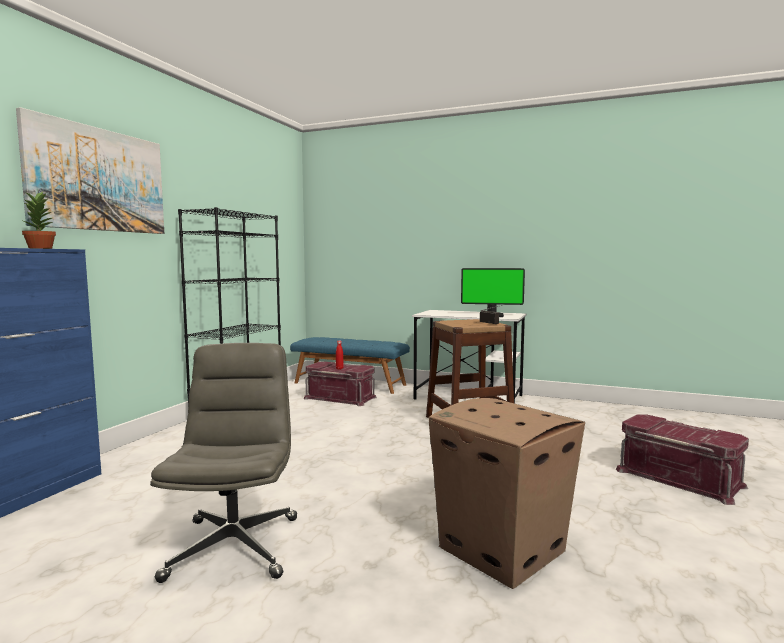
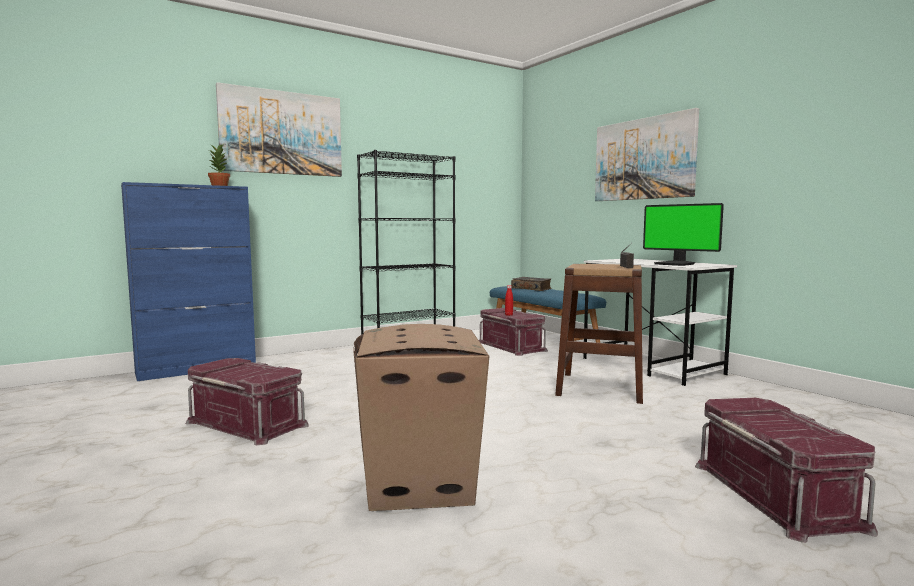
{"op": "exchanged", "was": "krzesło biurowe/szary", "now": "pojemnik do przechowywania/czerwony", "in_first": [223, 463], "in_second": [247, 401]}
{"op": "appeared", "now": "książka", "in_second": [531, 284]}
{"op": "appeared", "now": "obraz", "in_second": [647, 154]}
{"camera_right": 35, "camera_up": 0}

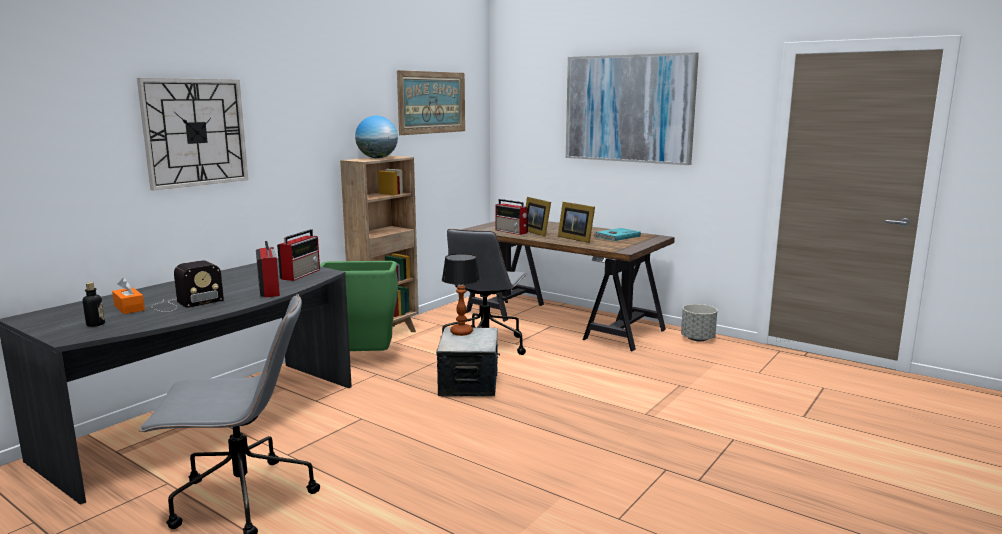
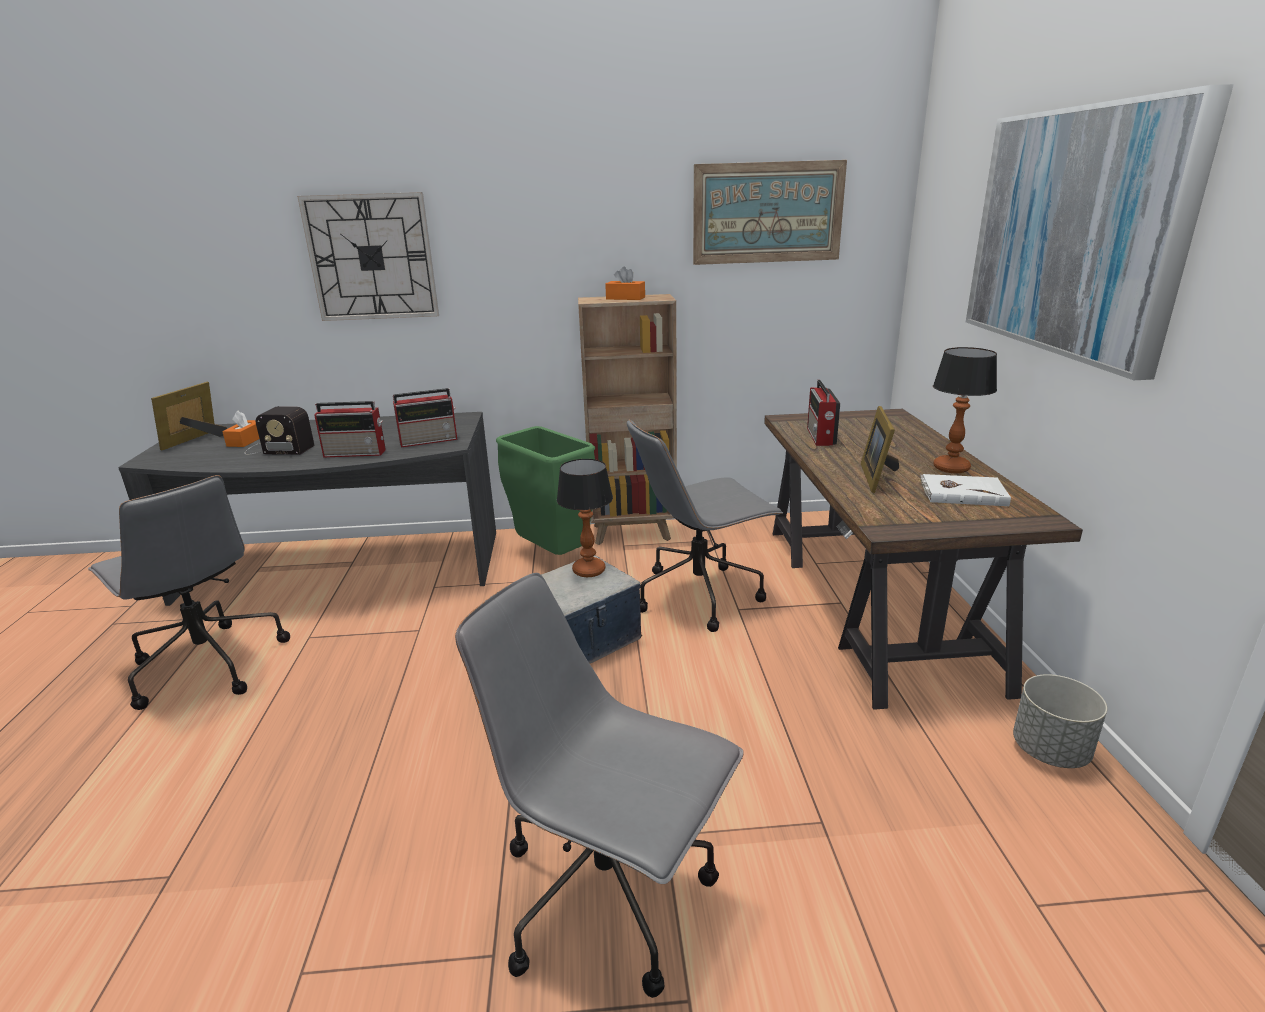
{"op": "relocated", "was": "ramka na zdjęcie", "in_first": [538, 217], "in_second": [189, 416]}
{"op": "spun", "was": "radio", "in_first": [268, 269], "in_second": [350, 429], "clockwise": 60}
{"op": "appeared", "now": "krzesło biurowe/szary", "in_second": [599, 785]}
{"op": "exchanged", "was": "globus", "now": "pudełko chusteczek/pomarańczowy", "in_first": [376, 137], "in_second": [625, 283]}
{"op": "colour", "was": "książka/turkusowy", "now": "książka/biały", "in_first": [618, 234], "in_second": [965, 490]}
{"op": "appeared", "now": "lampa stołowa", "in_second": [965, 410]}
{"op": "missing", "was": "butelka", "in_first": [94, 304]}
{"camera_right": 50, "camera_up": 10}

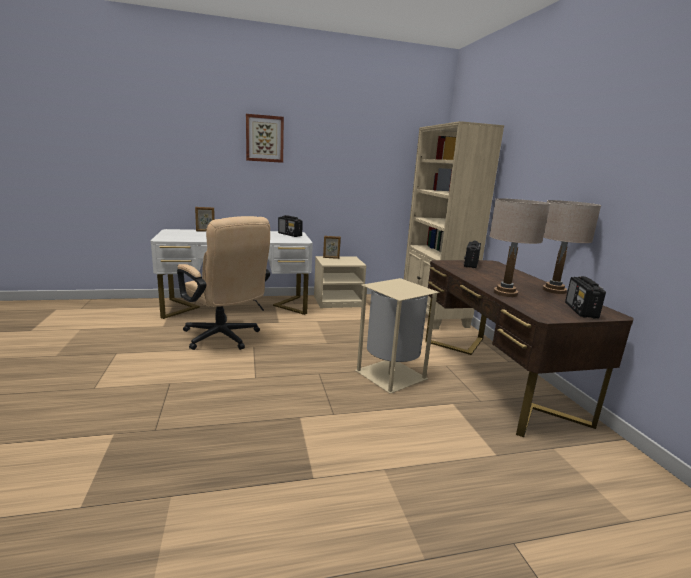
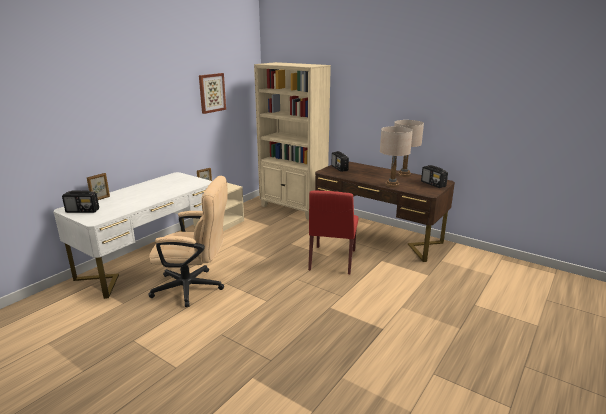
{"op": "relocated", "was": "radio", "in_first": [290, 226], "in_second": [80, 201]}
{"op": "relocated", "was": "obraz", "in_first": [265, 138], "in_second": [212, 93]}
{"op": "exchanged", "was": "kosz na śmieci/beżowy", "now": "krzesło/czerwony", "in_first": [397, 336], "in_second": [333, 233]}
{"camera_right": -40, "camera_up": 5}

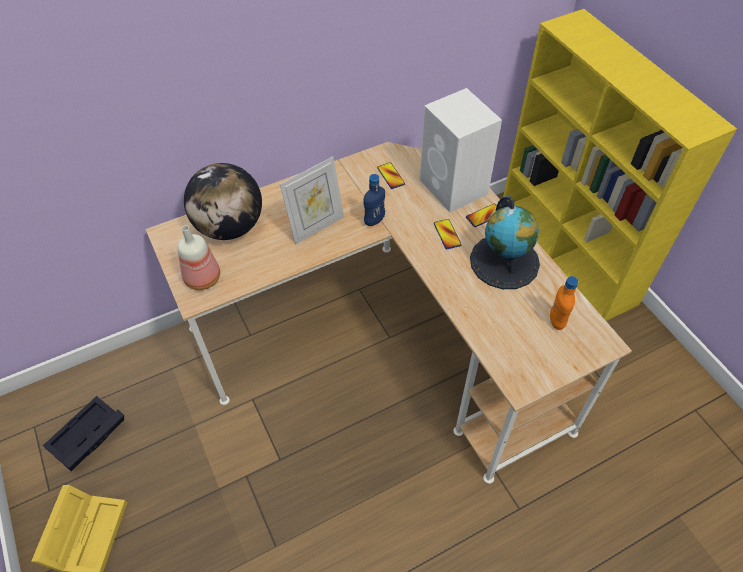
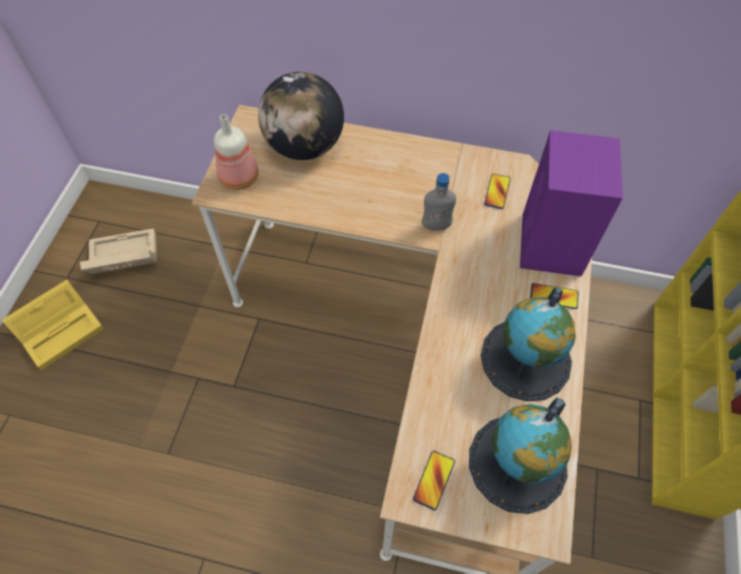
{"op": "colour", "was": "pojemnik do przechowywania/czarny", "now": "pojemnik do przechowywania/beżowy", "in_first": [83, 433], "in_second": [118, 251]}
{"op": "relocated", "was": "telefon", "in_first": [447, 234], "in_second": [434, 481]}
{"op": "colour", "was": "butelka/niebieski", "now": "butelka/szary", "in_first": [374, 200], "in_second": [439, 202]}
{"op": "exchanged", "was": "butelka/pomarańczowy", "now": "globus", "in_first": [564, 303], "in_second": [520, 456]}
{"op": "colour", "was": "głośnik/biały", "now": "głośnik/fioletowy", "in_first": [461, 150], "in_second": [571, 203]}
{"op": "missing", "was": "ramka na zdjęcie", "in_first": [312, 200]}
{"camera_right": 40, "camera_up": 5}

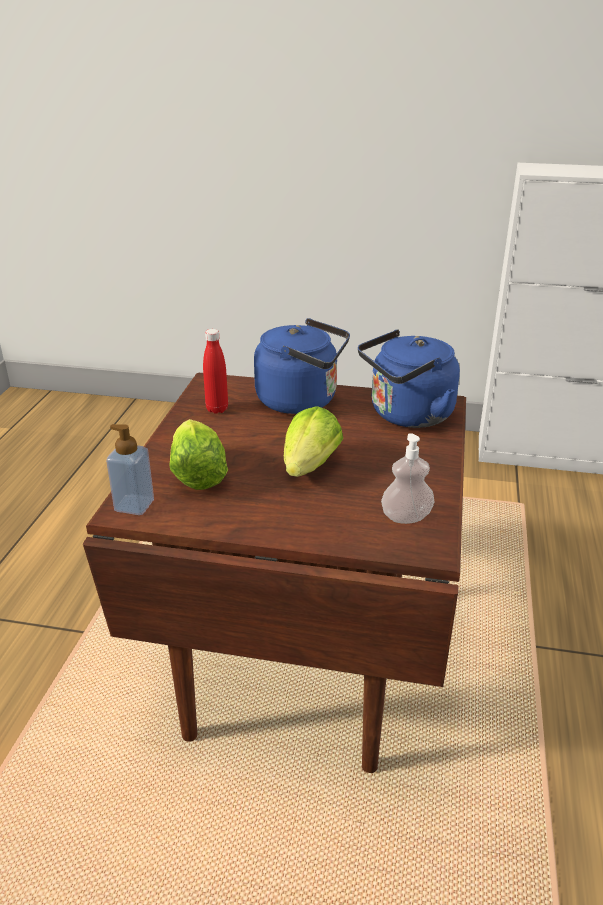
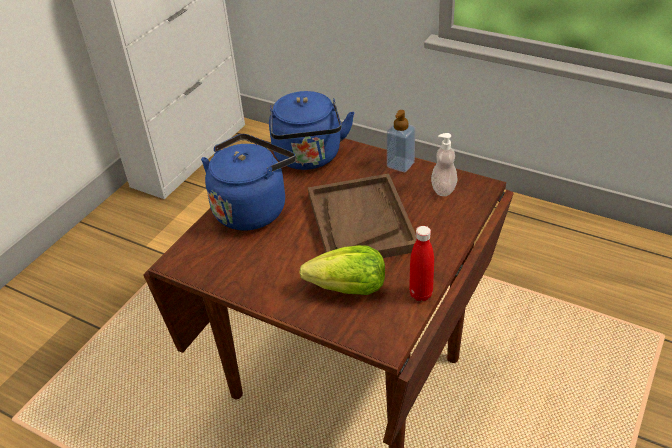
{"op": "exchanged", "was": "sałata", "now": "taca/brązowy", "in_first": [313, 441], "in_second": [362, 216]}
{"op": "relocated", "was": "dozownik mydła", "in_first": [130, 469], "in_second": [401, 141]}
{"op": "relocated", "was": "butelka/czerwony", "in_first": [215, 371], "in_second": [421, 263]}
{"camera_right": -70, "camera_up": 10}

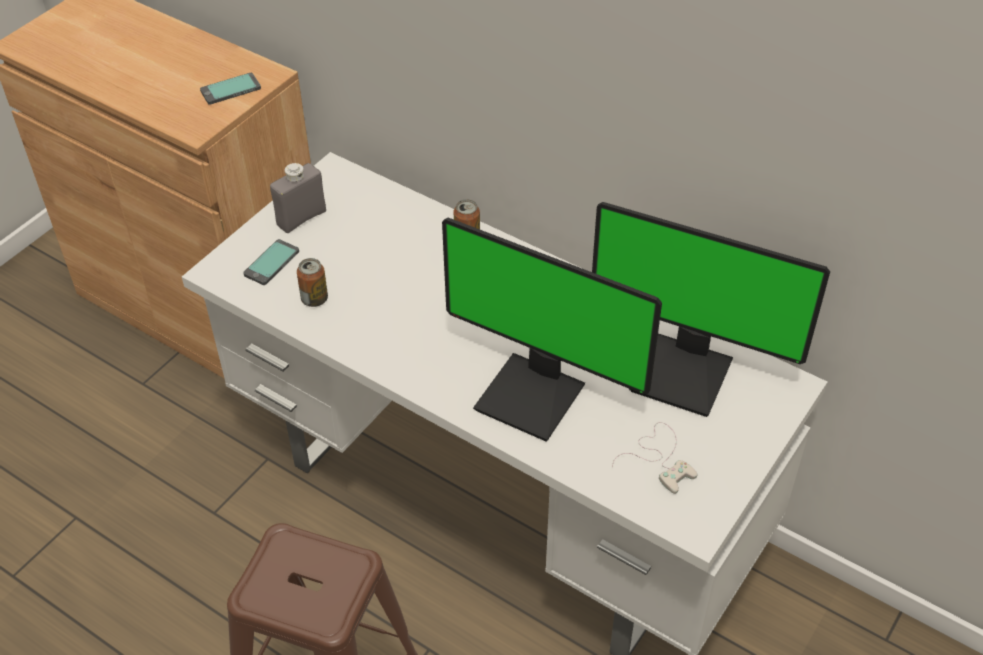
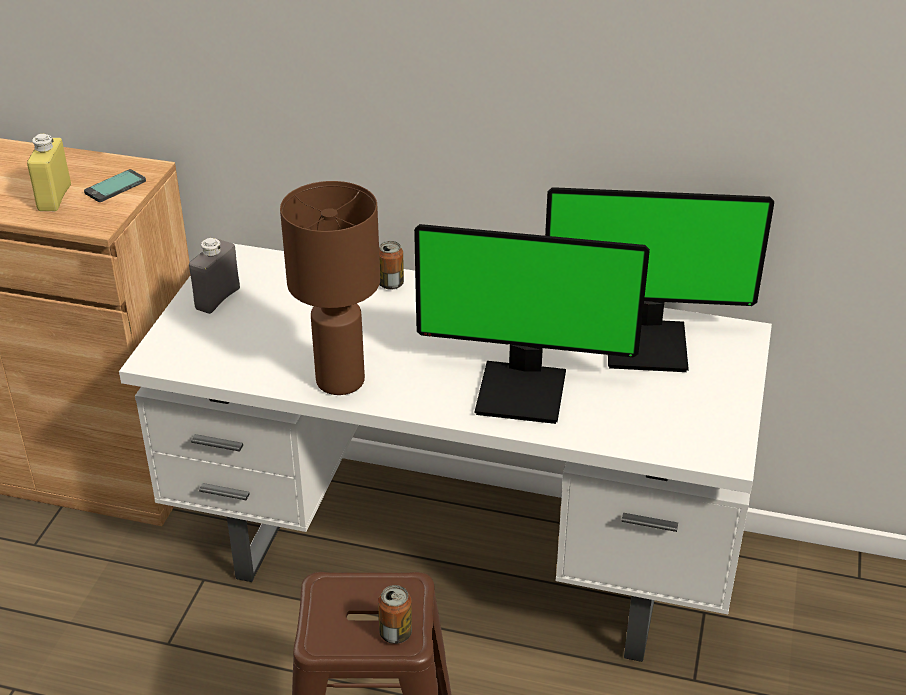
{"op": "appeared", "now": "butelka/żółty", "in_second": [49, 172]}
{"op": "appeared", "now": "lampa stołowa/brązowy", "in_second": [330, 288]}
{"op": "relocated", "was": "puszka", "in_first": [312, 282], "in_second": [395, 614]}
{"op": "missing", "was": "telefon", "in_first": [271, 262]}
{"op": "missing", "was": "pad do gier/biały", "in_first": [654, 458]}
{"camera_right": -20, "camera_up": -10}

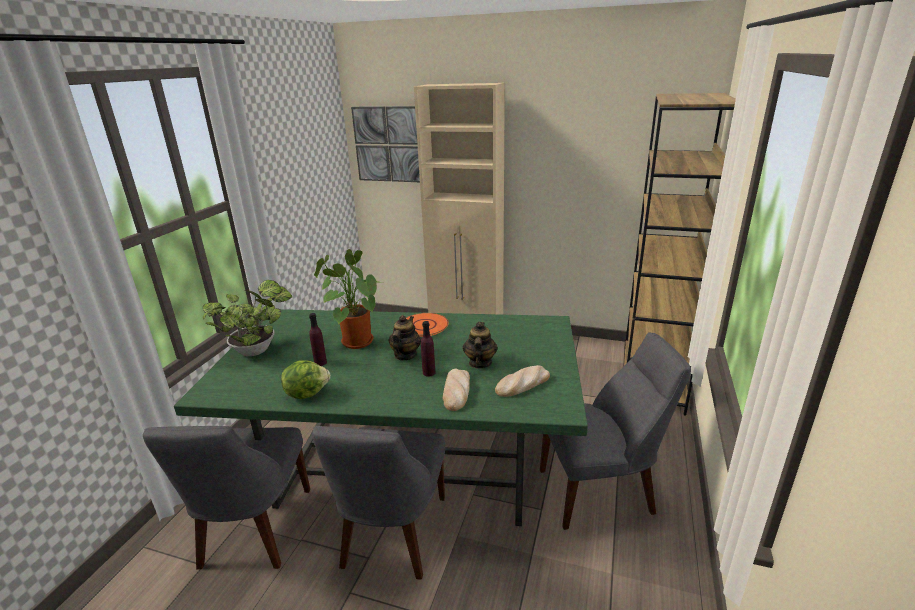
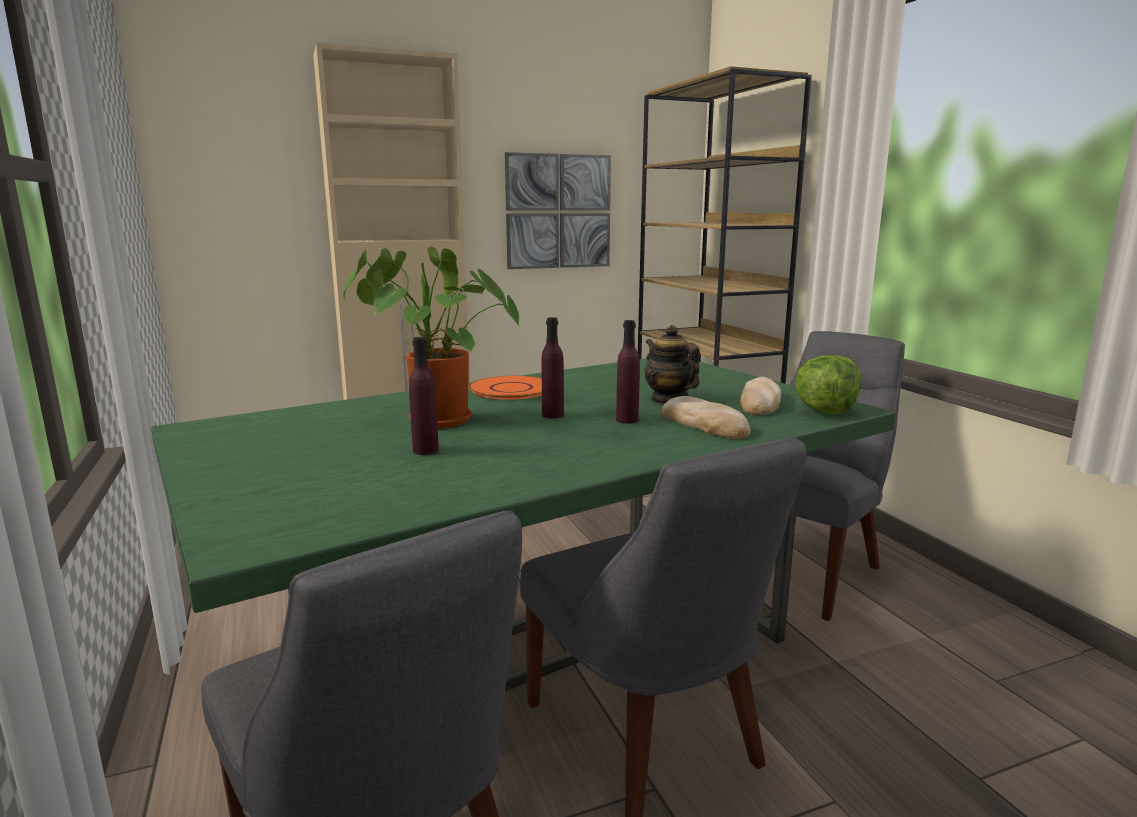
{"op": "relocated", "was": "obraz", "in_first": [385, 144], "in_second": [558, 210]}
{"op": "exchanged", "was": "imbryk", "now": "butelka/fioletowy", "in_first": [405, 337], "in_second": [553, 368]}
{"op": "relocated", "was": "sałata", "in_first": [305, 380], "in_second": [828, 384]}
{"op": "missing", "was": "roślina doniczkowa", "in_first": [247, 318]}
{"camera_right": -40, "camera_up": -10}

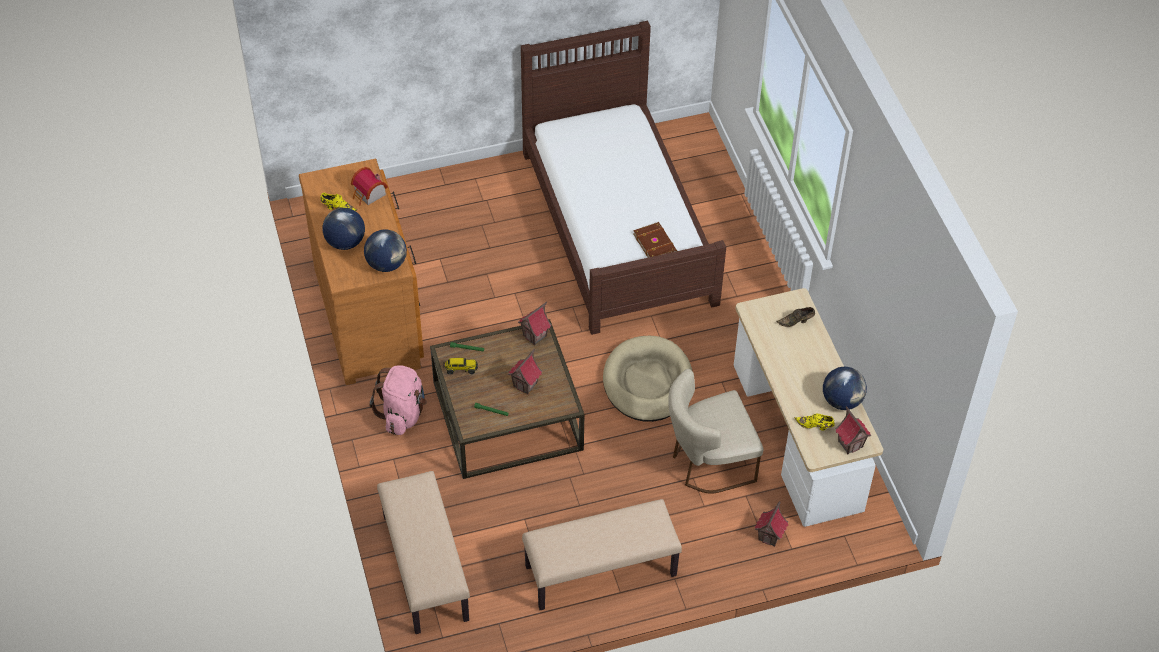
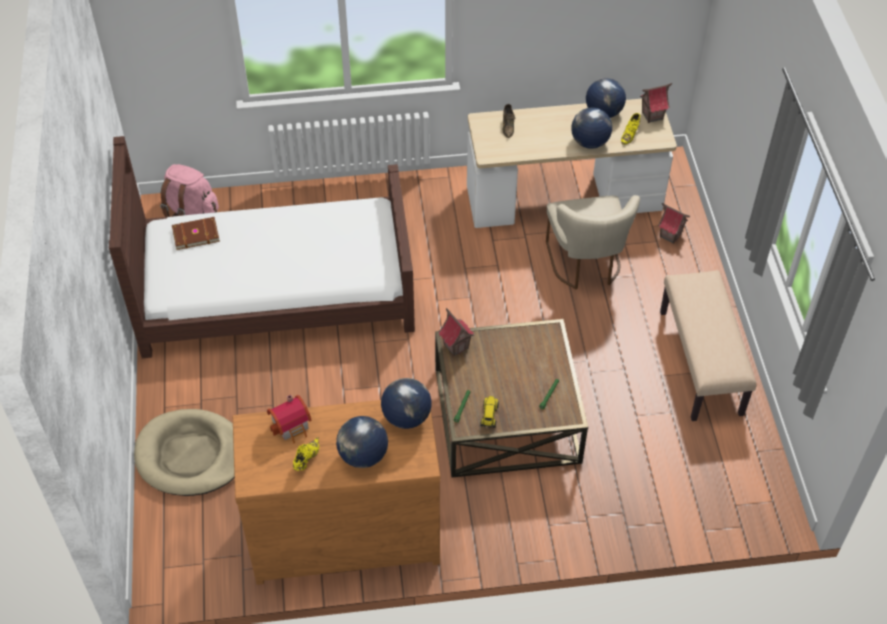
{"op": "relocated", "was": "legowisko/beżowy", "in_first": [647, 379], "in_second": [184, 452]}
{"op": "relocated", "was": "plecak/różowy", "in_first": [398, 400], "in_second": [189, 190]}
{"op": "relocated", "was": "książka/brązowy", "in_first": [655, 240], "in_second": [196, 233]}
{"op": "appeared", "now": "globus", "in_second": [591, 128]}
{"op": "missing", "was": "ławka/beżowy", "in_first": [423, 552]}
{"op": "missing", "was": "domek", "in_first": [525, 372]}
{"camera_right": -80, "camera_up": 0}

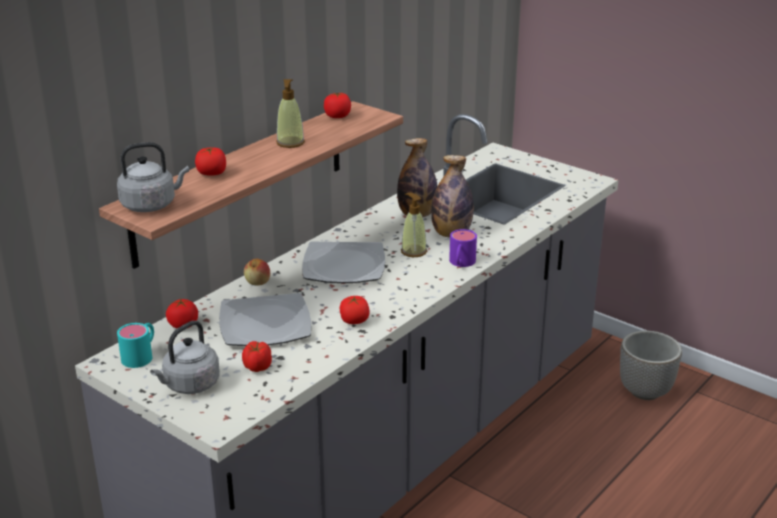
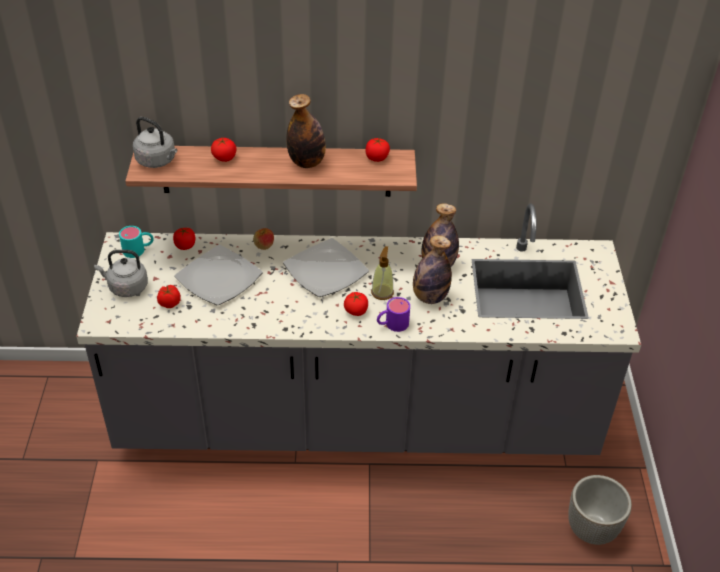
{"op": "exchanged", "was": "dozownik mydła", "now": "butelka", "in_first": [290, 113], "in_second": [306, 131]}
{"op": "relocated", "was": "pomidor", "in_first": [354, 310], "in_second": [356, 304]}
{"camera_right": 50, "camera_up": 15}

